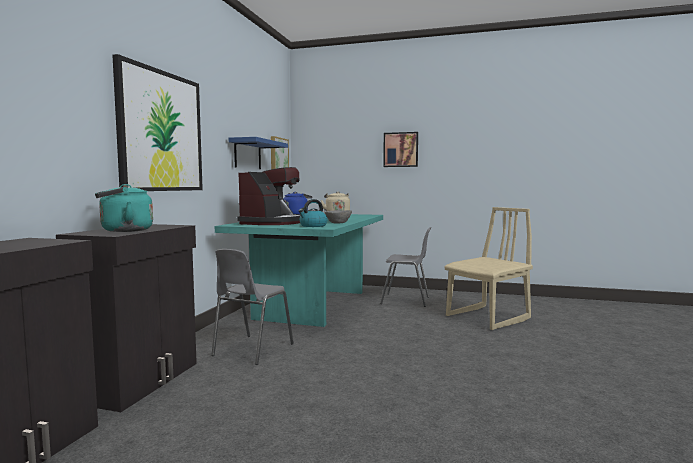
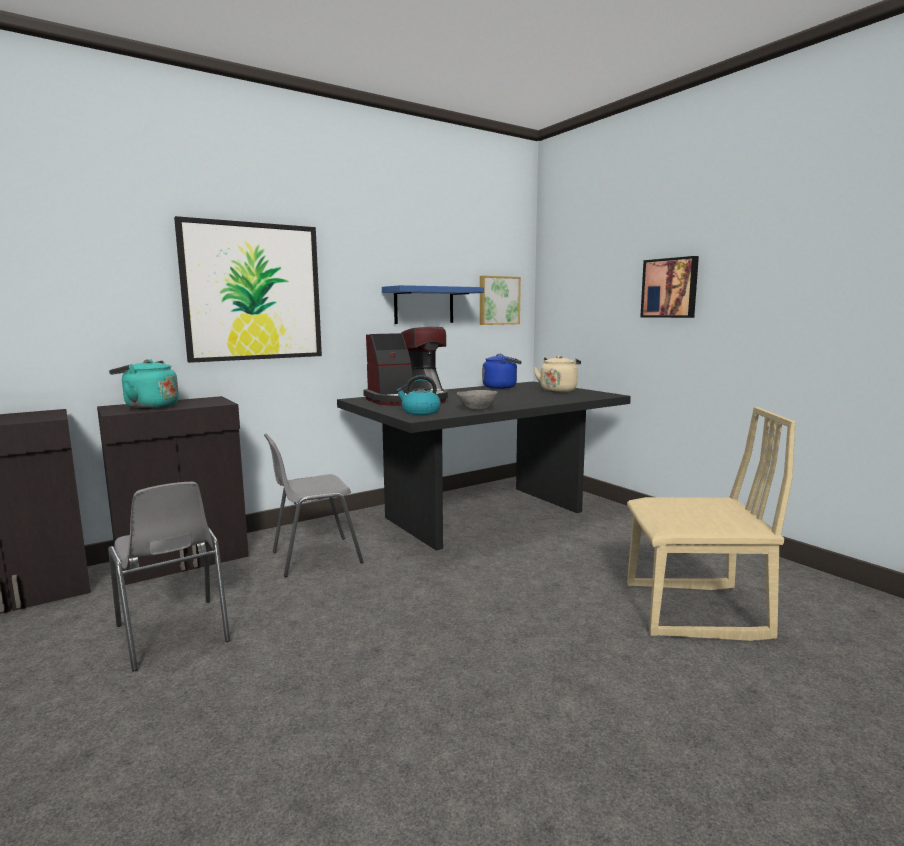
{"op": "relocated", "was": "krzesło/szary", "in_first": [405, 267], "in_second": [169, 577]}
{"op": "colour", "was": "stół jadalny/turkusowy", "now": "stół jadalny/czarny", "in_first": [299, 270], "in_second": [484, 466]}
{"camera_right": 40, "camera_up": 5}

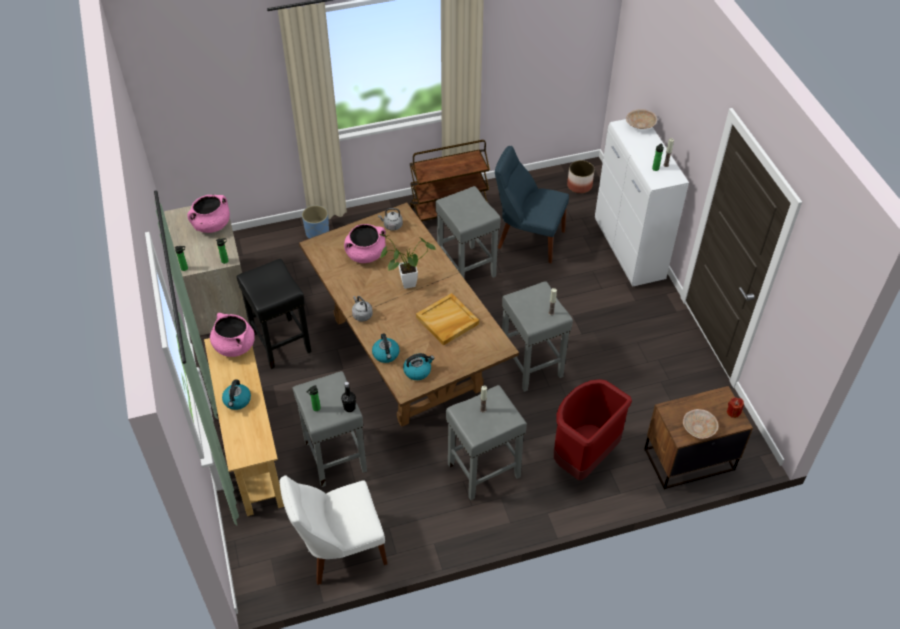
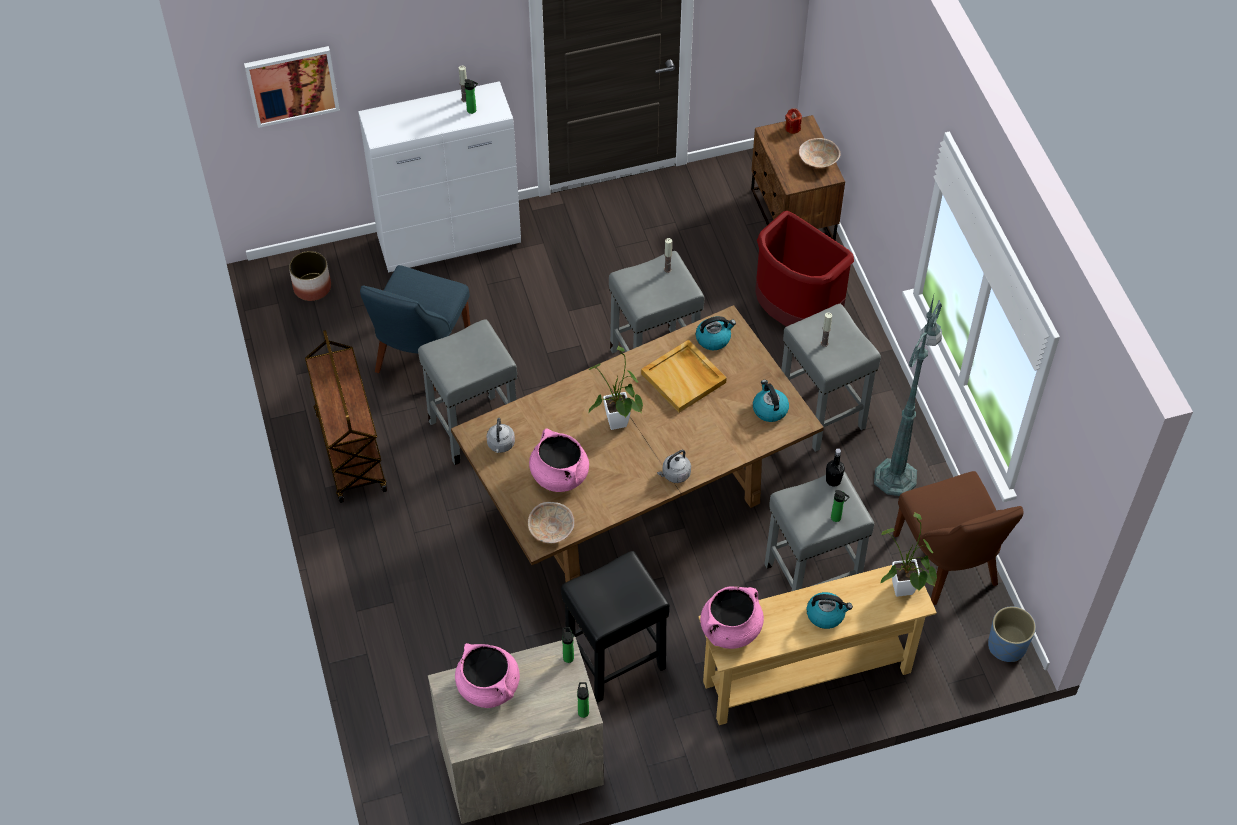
{"op": "appeared", "now": "obraz", "in_second": [292, 87]}
{"op": "relocated", "was": "miska/beżowy", "in_first": [641, 119], "in_second": [551, 522]}
{"op": "relocated", "was": "czajnik", "in_first": [386, 348], "in_second": [716, 333]}
{"op": "appeared", "now": "lampa stojąca/zielony", "in_second": [908, 396]}
{"op": "appeared", "now": "roślina doniczkowa", "in_second": [909, 554]}
{"op": "colour", "was": "krzesło/biały", "now": "krzesło/brązowy", "in_first": [333, 530], "in_second": [958, 538]}
{"op": "relocated", "was": "donica/niebieski", "in_first": [315, 222], "in_second": [1012, 634]}
{"camera_right": -90, "camera_up": 5}

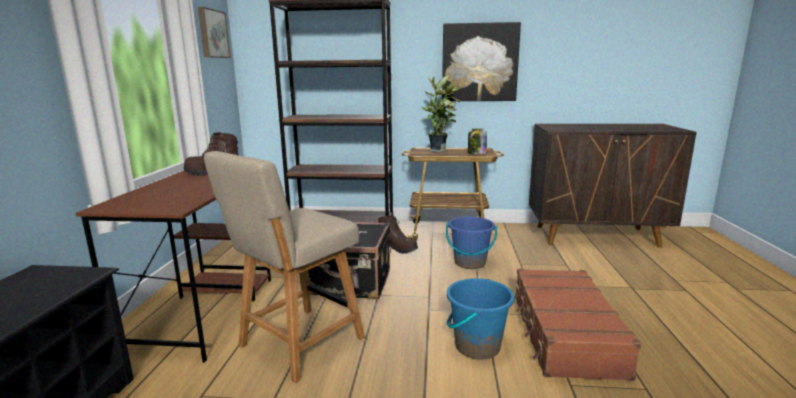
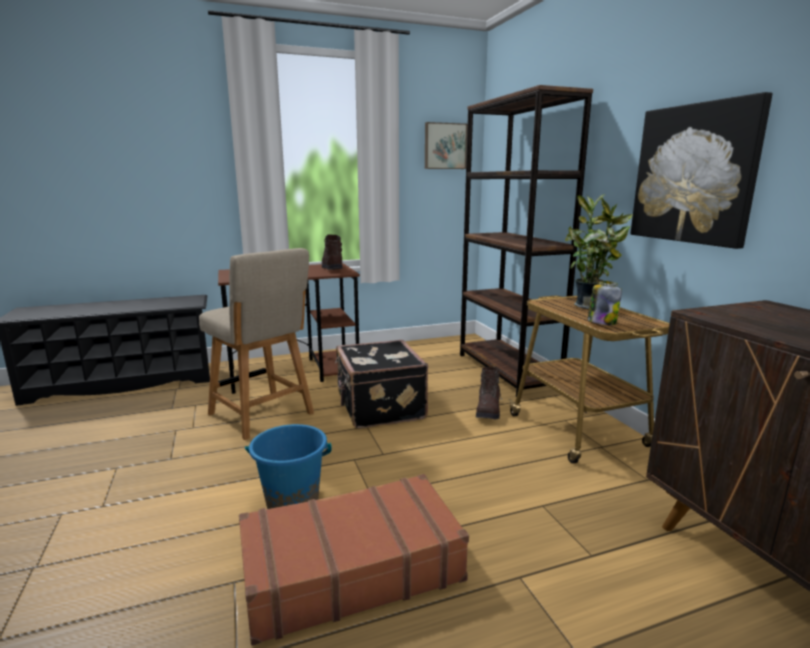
{"op": "spun", "was": "krzesło/beżowy", "in_first": [284, 267], "in_second": [256, 344], "clockwise": -150}
{"op": "missing", "was": "wiadro/niebieski", "in_first": [471, 243]}
{"camera_right": 65, "camera_up": 0}

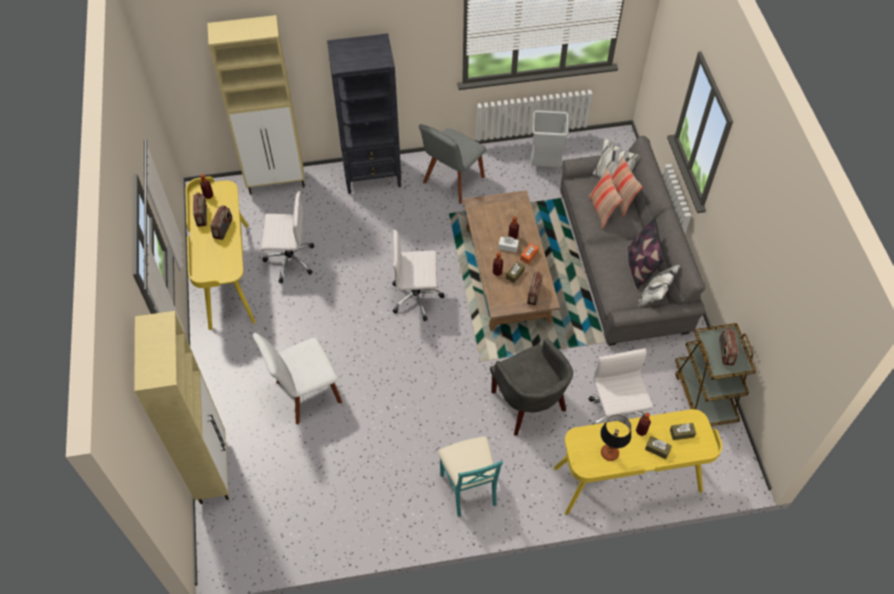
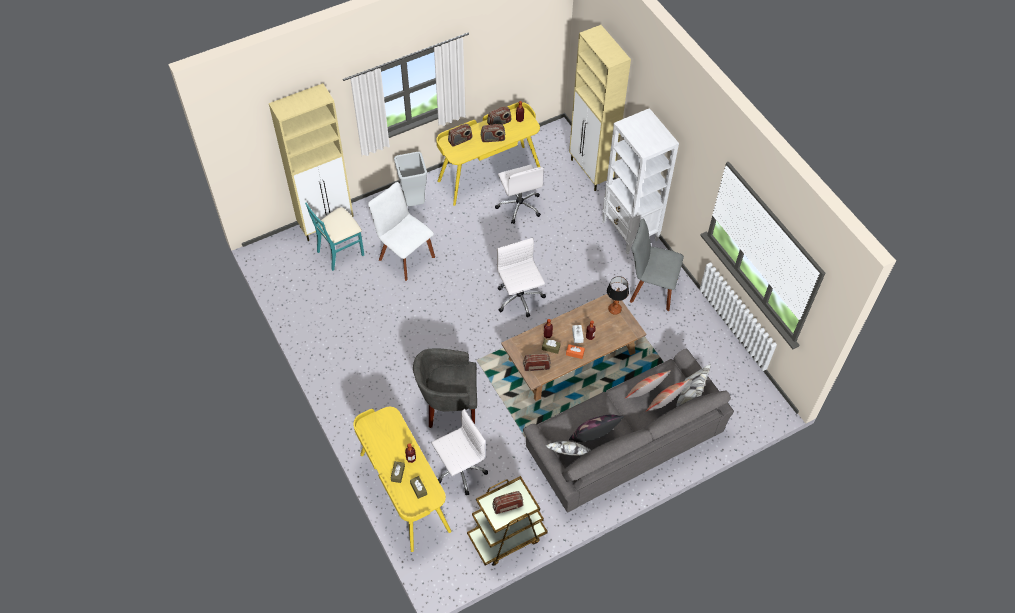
{"op": "relocated", "was": "krzesło/turkusowy", "in_first": [470, 476], "in_second": [334, 236]}
{"op": "relocated", "was": "kosz na śmieci/szary", "in_first": [550, 138], "in_second": [410, 179]}
{"op": "spun", "was": "fotel/szary", "in_first": [531, 387], "in_second": [445, 388], "clockwise": 45}
{"op": "appeared", "now": "radio", "in_second": [460, 135]}
{"op": "colour", "was": "regał/czarny", "now": "regał/biały", "in_first": [364, 113], "in_second": [640, 181]}
{"op": "relocated", "was": "lampa stołowa", "in_first": [615, 438], "in_second": [618, 295]}
{"camera_right": 70, "camera_up": 0}

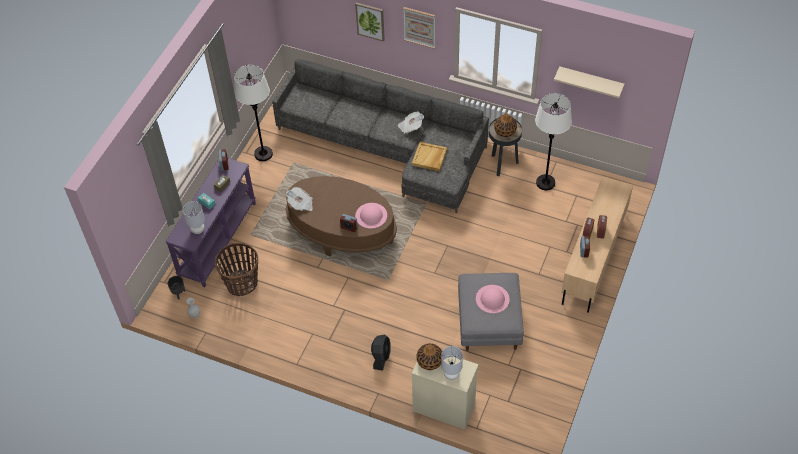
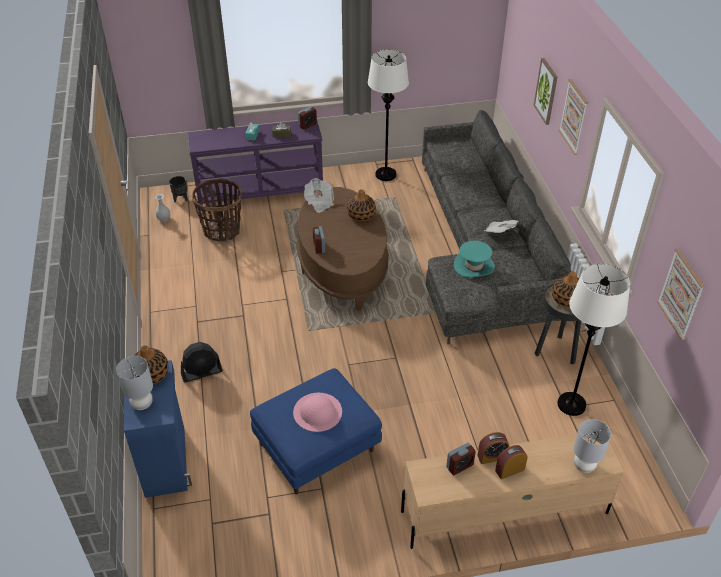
{"op": "colour", "was": "szafka/beżowy", "now": "szafka/niebieski", "in_first": [445, 393], "in_second": [158, 429]}
{"op": "colour", "was": "pufa/szary", "now": "pufa/niebieski", "in_first": [491, 312], "in_second": [316, 431]}
{"op": "appeared", "now": "wazon", "in_second": [361, 205]}
{"op": "exchanged", "was": "taca/beżowy", "now": "kapelusz/turkusowy", "in_first": [429, 156], "in_second": [474, 259]}
{"op": "relocated", "was": "lampa stołowa/szary", "in_first": [194, 217], "in_second": [592, 446]}
{"op": "exchanged", "was": "półka/beżowy", "now": "obraz", "in_first": [589, 82], "in_second": [681, 294]}
{"op": "missing", "was": "kapelusz/różowy", "in_first": [371, 216]}
{"camera_right": 55, "camera_up": -10}

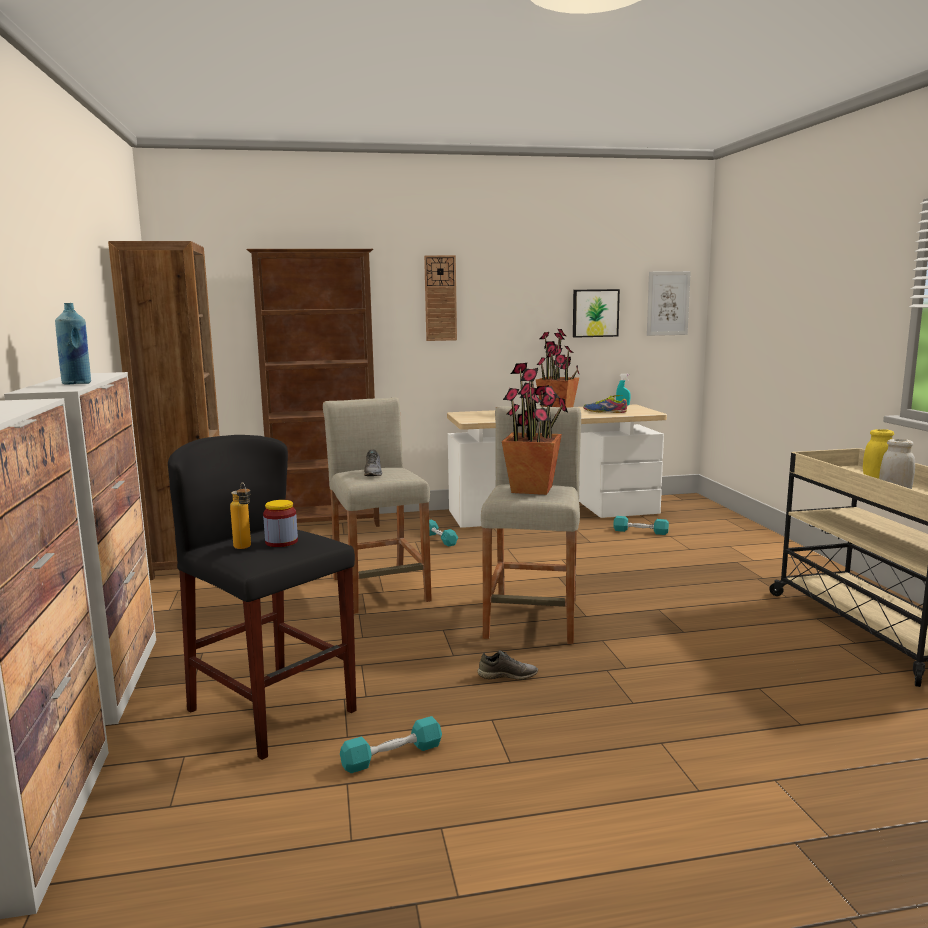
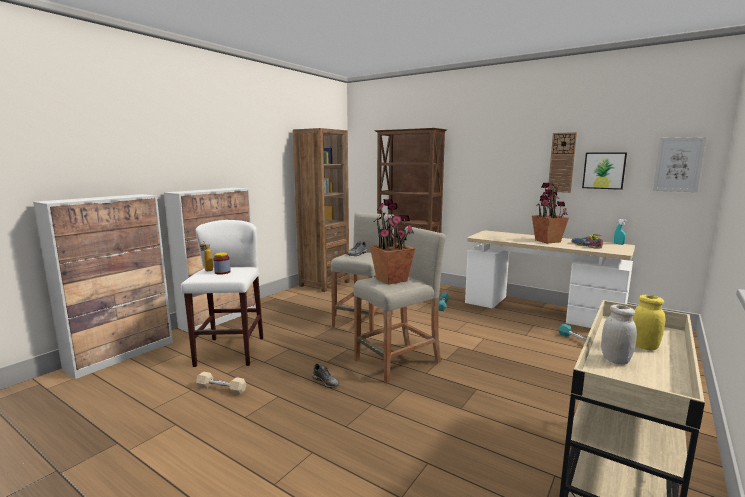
{"op": "colour", "was": "stołek/czarny", "now": "stołek/biały", "in_first": [262, 597], "in_second": [222, 293]}
{"op": "colour", "was": "hantel/turkusowy", "now": "hantel/beżowy", "in_first": [391, 744], "in_second": [221, 383]}
{"op": "relocated", "was": "zegar ścienny", "in_first": [440, 298], "in_second": [562, 162]}
{"op": "missing", "was": "butelka/niebieski", "in_first": [73, 344]}
{"camera_right": 45, "camera_up": 0}

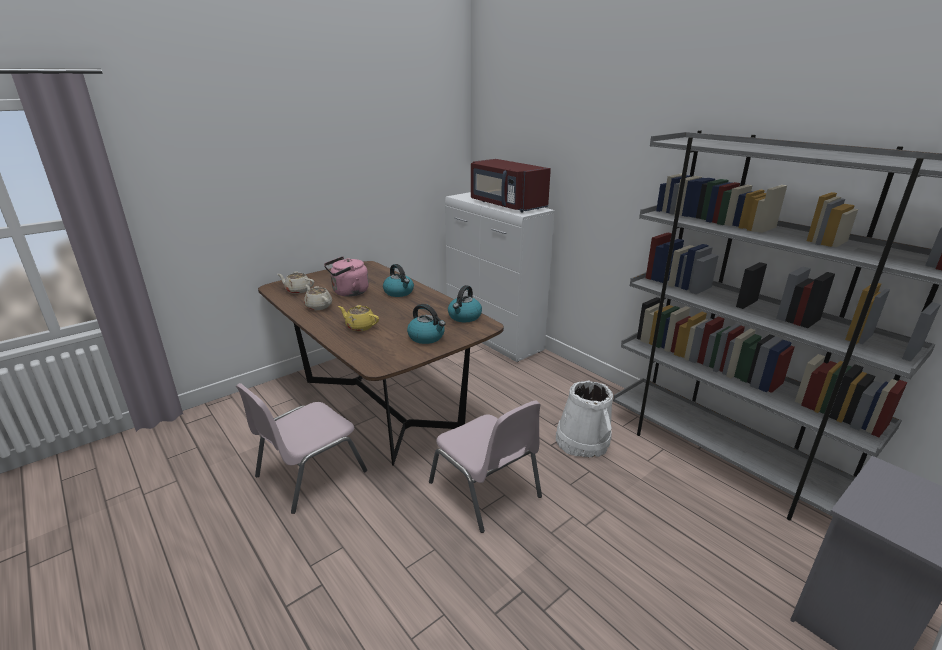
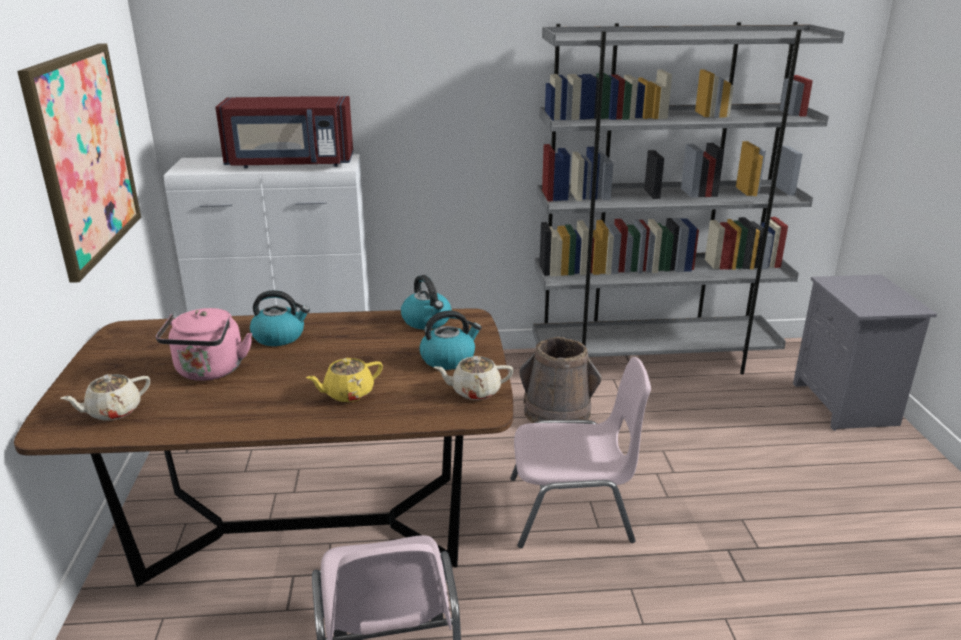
{"op": "appeared", "now": "obraz", "in_second": [79, 163]}
{"op": "relocated", "was": "imbryk/beżowy", "in_first": [318, 297], "in_second": [474, 378]}
{"op": "colour", "was": "wiadro/biały", "now": "wiadro/brązowy", "in_first": [584, 419], "in_second": [560, 380]}
{"camera_right": -55, "camera_up": 0}

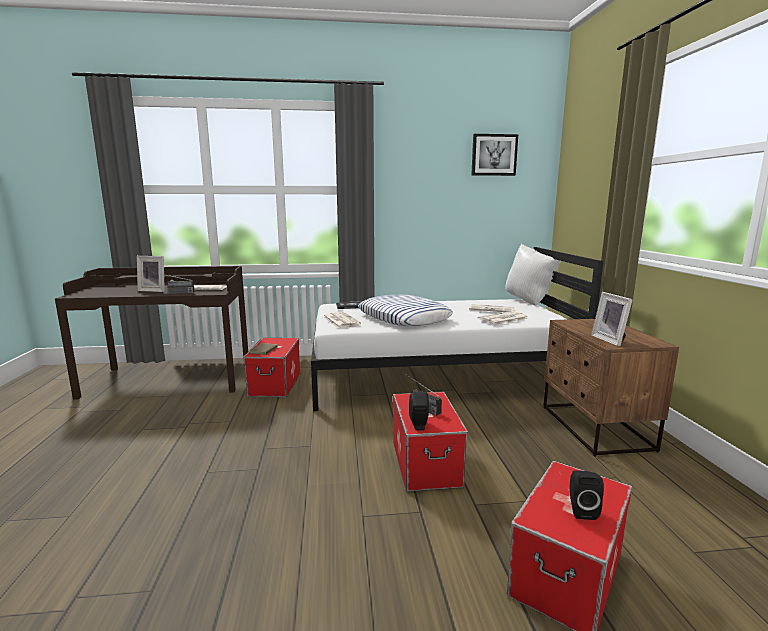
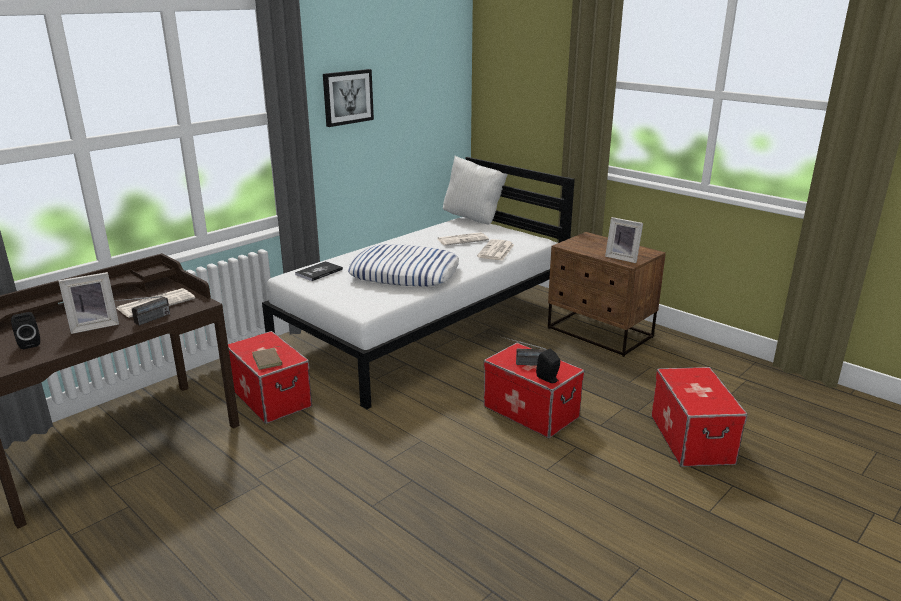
{"op": "relocated", "was": "głośnik/czarny", "in_first": [587, 495], "in_second": [25, 330]}
{"op": "relocated", "was": "obraz", "in_first": [494, 155], "in_second": [348, 98]}
{"op": "missing", "was": "gazeta", "in_first": [342, 320]}
{"camera_right": -40, "camera_up": 10}

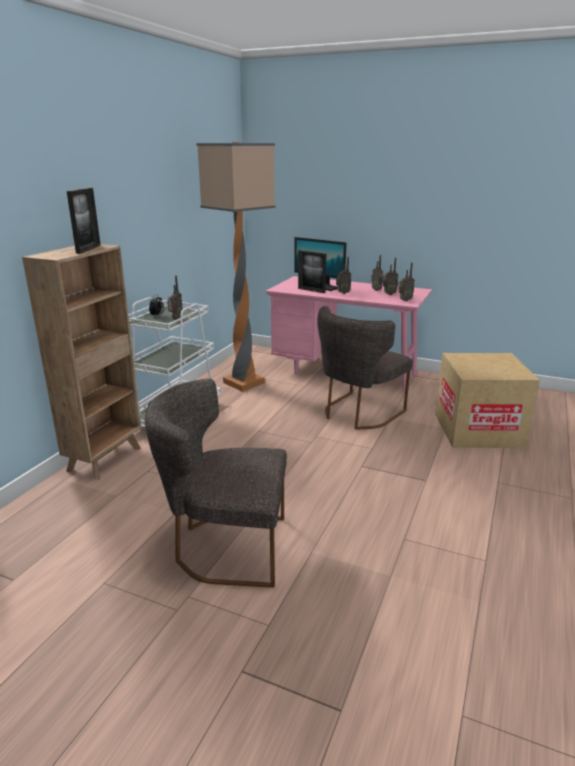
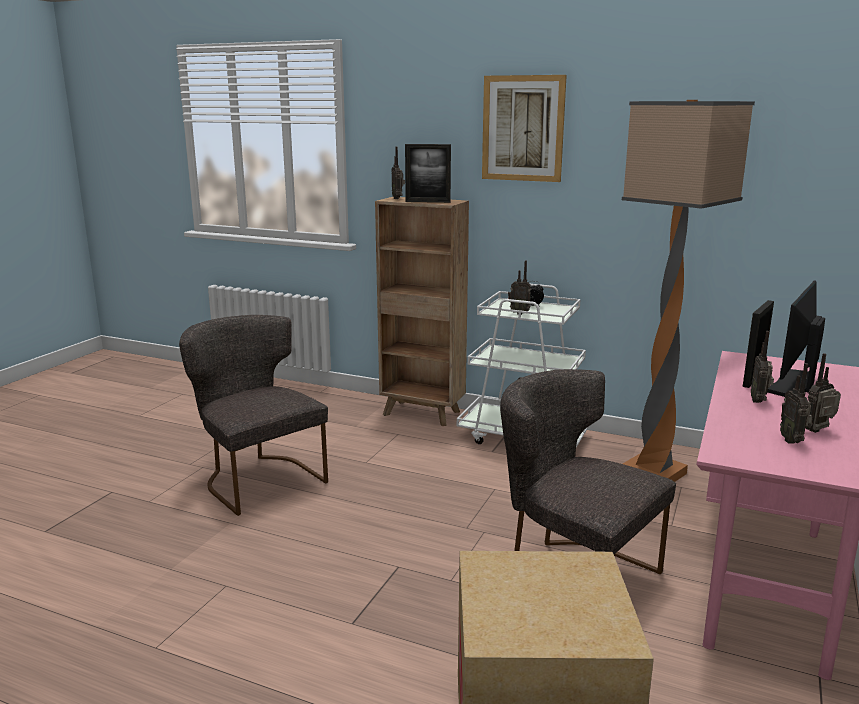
{"op": "spun", "was": "krzesło/szary", "in_first": [216, 483], "in_second": [253, 415], "clockwise": -45}
{"op": "relocated", "was": "radio", "in_first": [406, 281], "in_second": [398, 173]}
{"op": "appeared", "now": "obraz", "in_second": [524, 128]}
{"camera_right": 90, "camera_up": -5}

